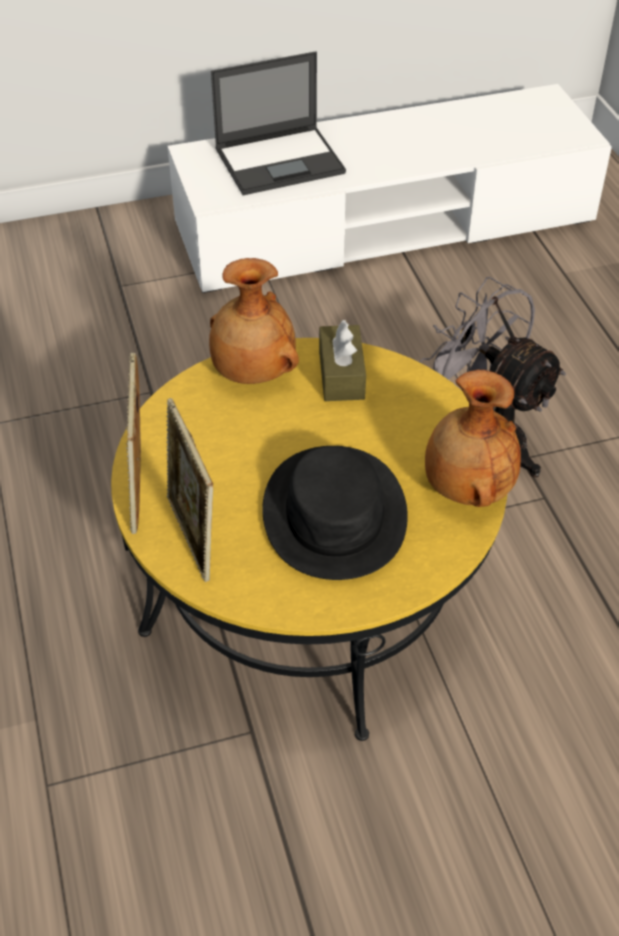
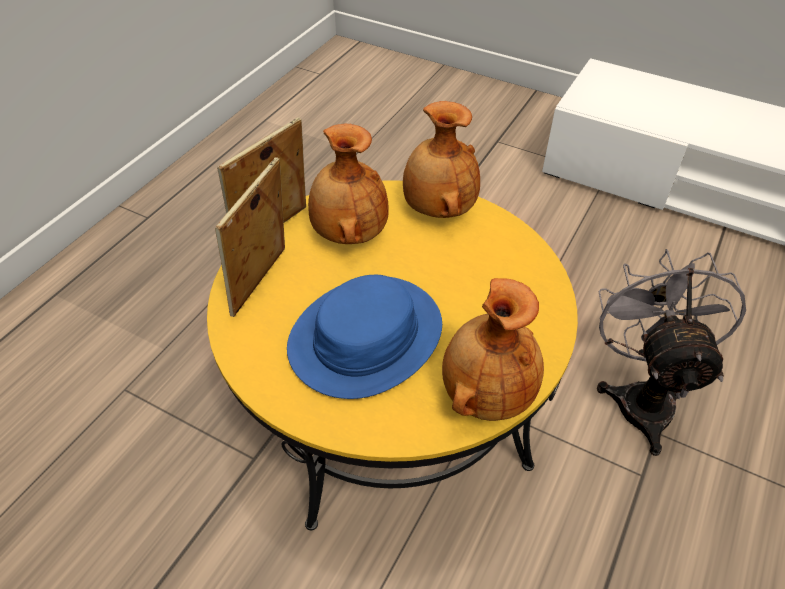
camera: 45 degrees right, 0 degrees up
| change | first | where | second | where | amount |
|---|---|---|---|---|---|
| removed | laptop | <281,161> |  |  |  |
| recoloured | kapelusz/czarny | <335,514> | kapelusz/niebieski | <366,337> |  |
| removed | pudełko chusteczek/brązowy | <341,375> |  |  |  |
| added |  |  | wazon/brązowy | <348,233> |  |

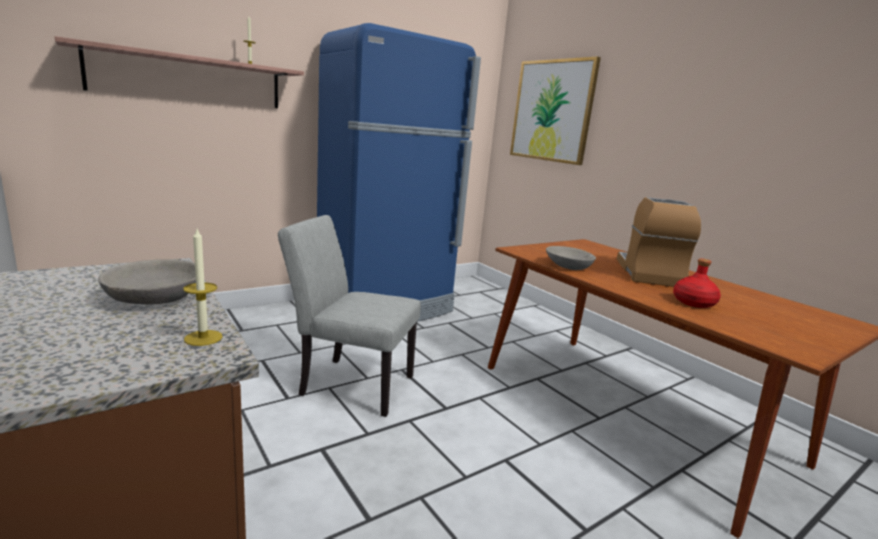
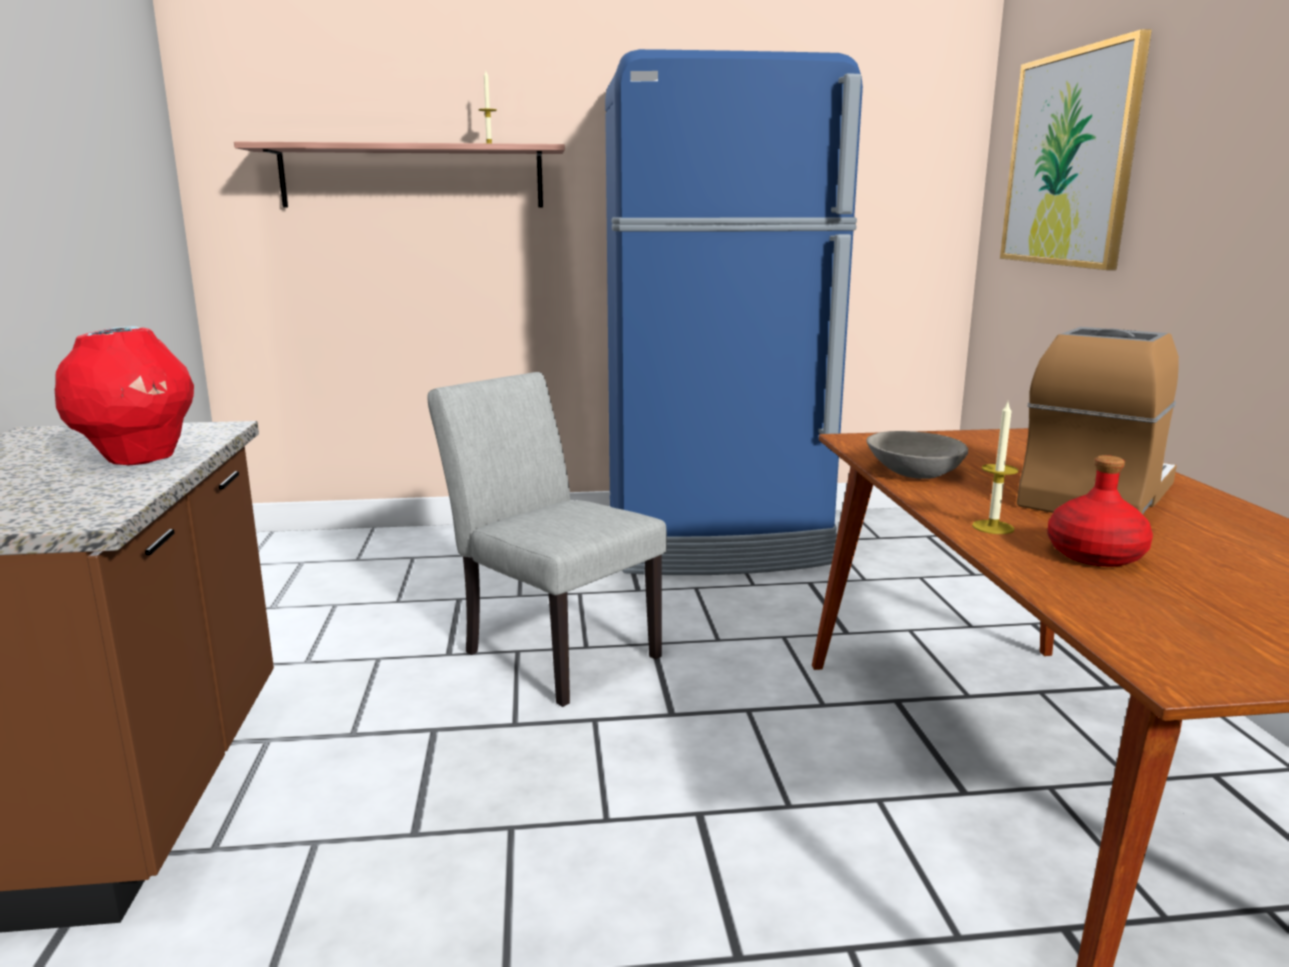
camera: 30 degrees right, 0 degrees up
| change | first | where | second | where | amount |
|---|---|---|---|---|---|
| replaced | miska/szary | <155,297> | wazon/czerwony | <138,459> |  |
| moved | świeca | <203,338> |  | <993,527> |  |

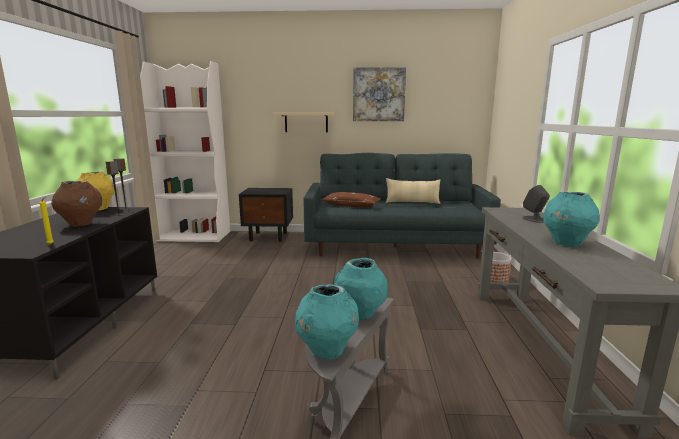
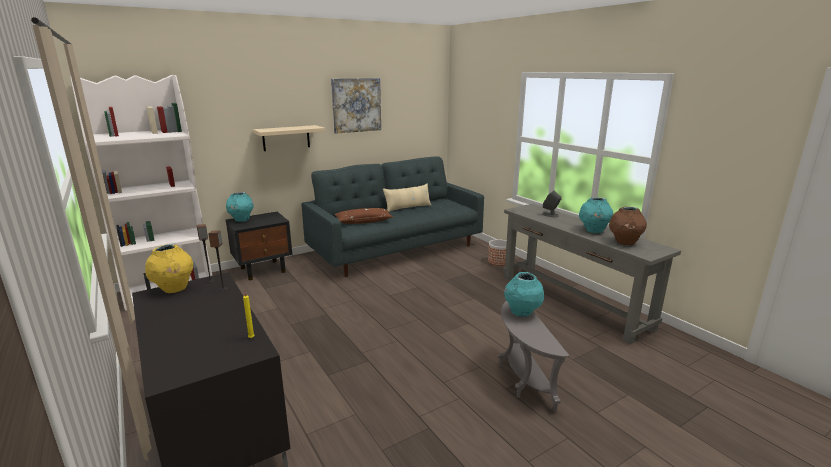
camera: 35 degrees left, 5 degrees up
| change | first | where | second | where | amount |
|---|---|---|---|---|---|
| moved | wazon/brązowy | <81,224> |  | <624,242> |  |
| moved | wazon/turkusowy | <326,351> |  | <241,220> |  |

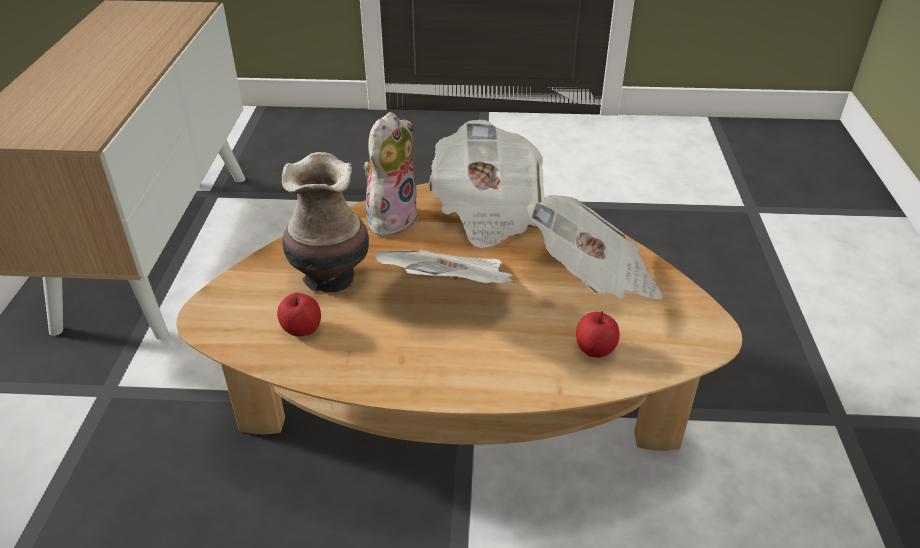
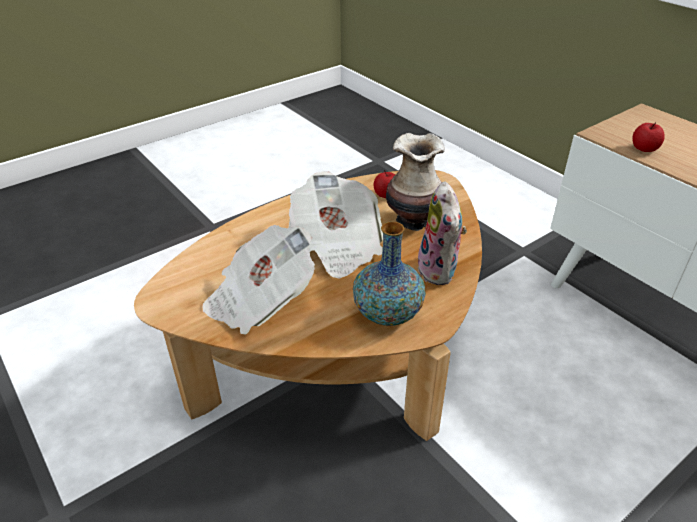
camera: 140 degrees right, 0 degrees up
| change | first | where | second | where | amount |
|---|---|---|---|---|---|
| replaced | gazeta | <487,211> | wazon | <387,313> |  |
| moved | jabłko | <595,349> |  | <644,149> |  |

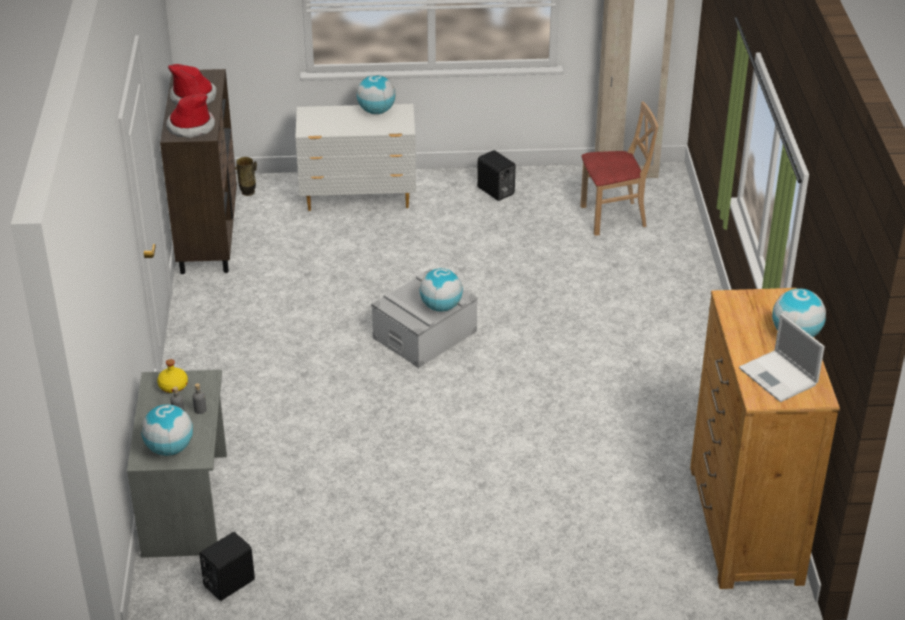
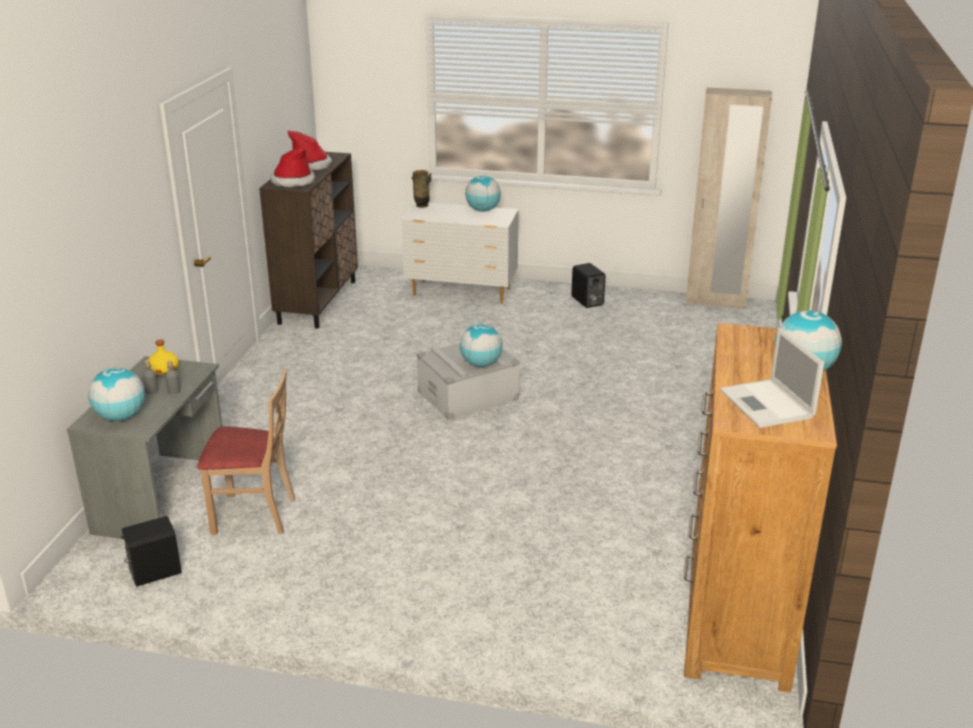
camera: 15 degrees right, 10 degrees down
| change | first | where | second | where | amount |
|---|---|---|---|---|---|
| moved | wazon | <248,192> |  | <422,206> |  |
| moved | krzesło/beżowy | <613,217> |  | <254,515> |  |

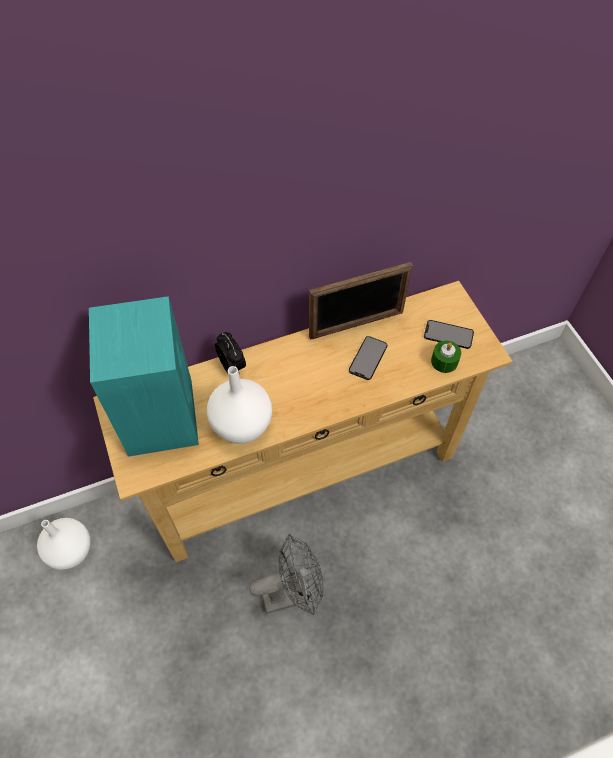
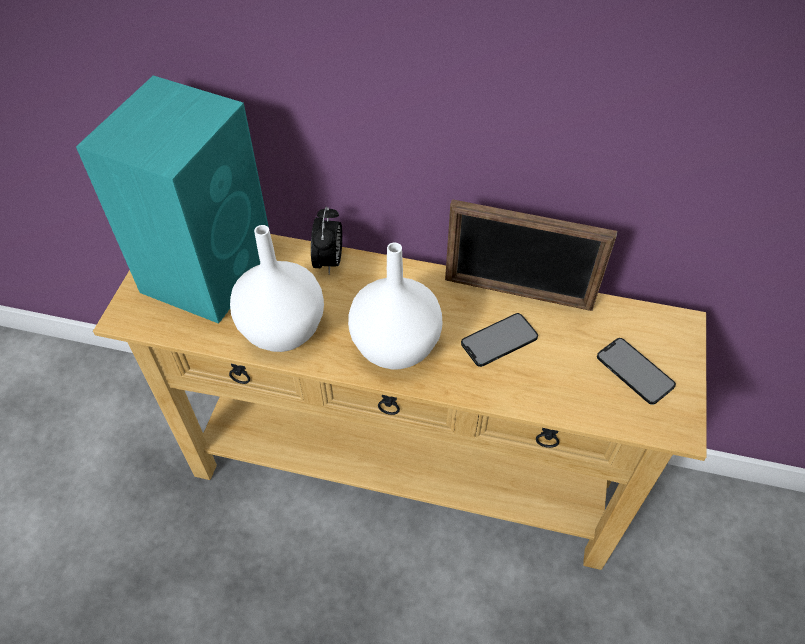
camera: 35 degrees right, 5 degrees down
| change | first | where | second | where | amount |
|---|---|---|---|---|---|
| moved | wazon/biały | <72,551> |  | <396,348> |  |
| removed | wentylator/szary | <292,592> |  |  |  |
| removed | świeca/zielony | <444,361> |  |  |  |

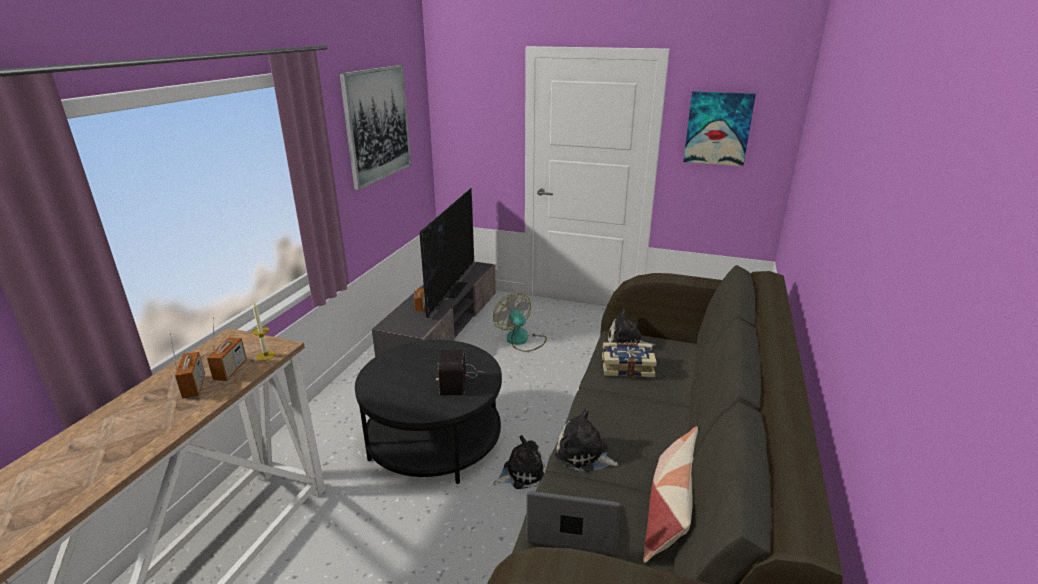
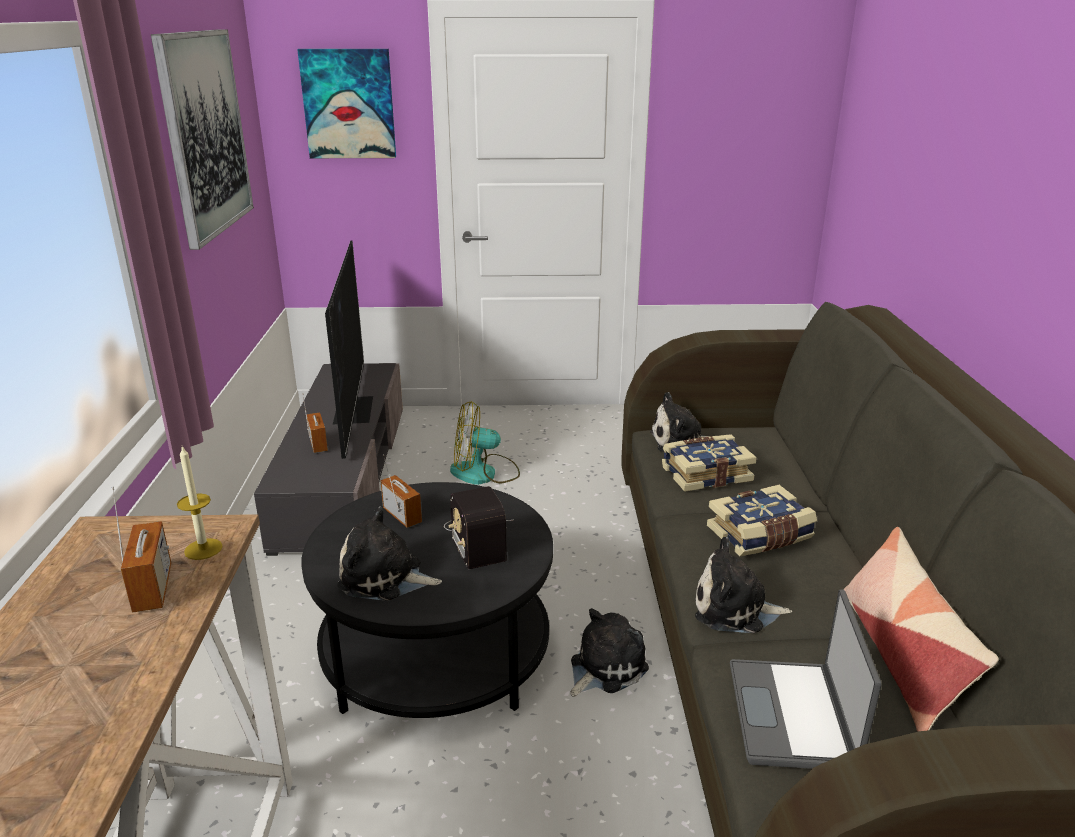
camera: 20 degrees left, 0 degrees up
| change | first | where | second | where | amount |
|---|---|---|---|---|---|
| moved | radio | <194,386> |  | <402,516> |  |
| turned | wentylator | <521,340> |  | <484,473> | 45 degrees counterclockwise |
| turned | laptop | <572,527> |  | <794,715> | 75 degrees counterclockwise |
| moved | obraz | <718,128> |  | <349,104> |  |
| added |  |  | pluszak | <385,578> |  |
| added |  |  | książka | <760,535> |  |

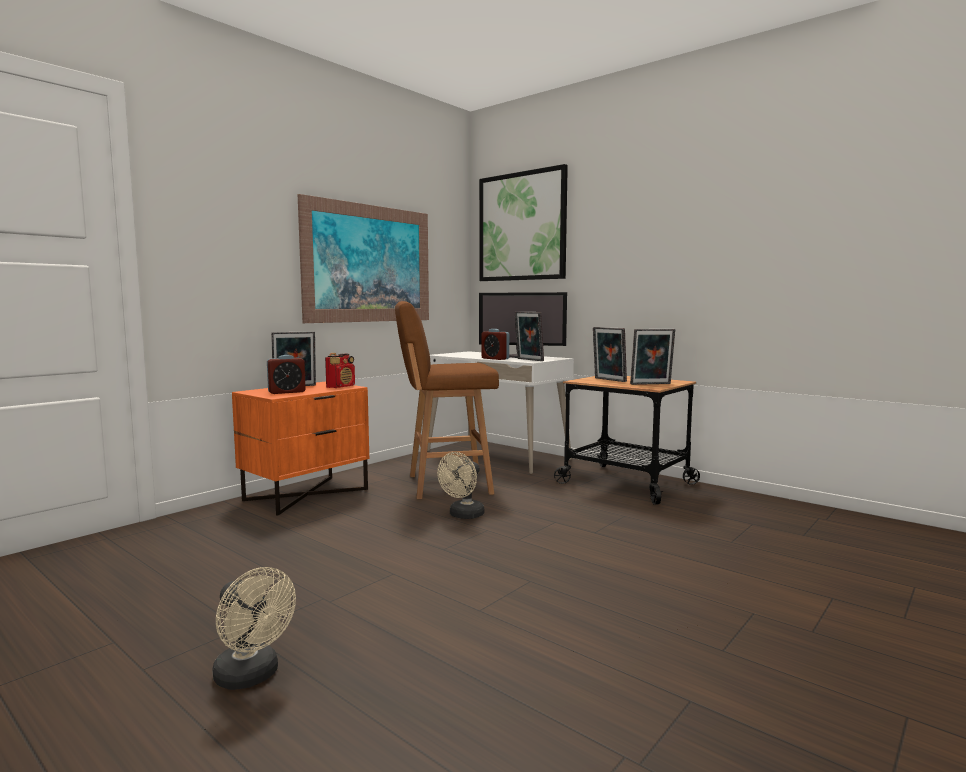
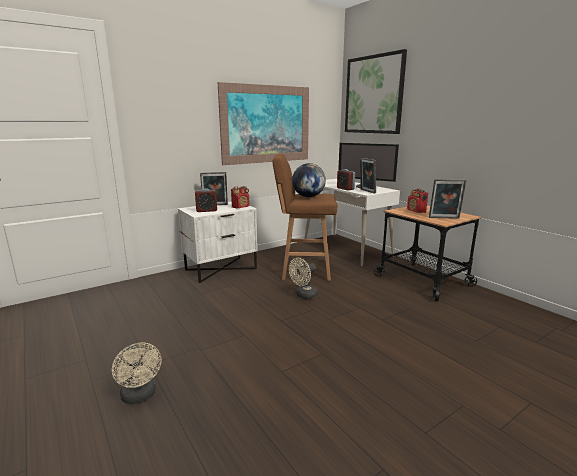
camera: 15 degrees right, 10 degrees up
| change | first | where | second | where | amount |
|---|---|---|---|---|---|
| recoloured | szafka nocna/pomarańczowy | <306,494> | szafka nocna/biały | <221,269> |  |
| replaced | ramka na zdjęcie | <608,380> | radio | <416,211> |  |
| added |  |  | globus | <308,196> |  |

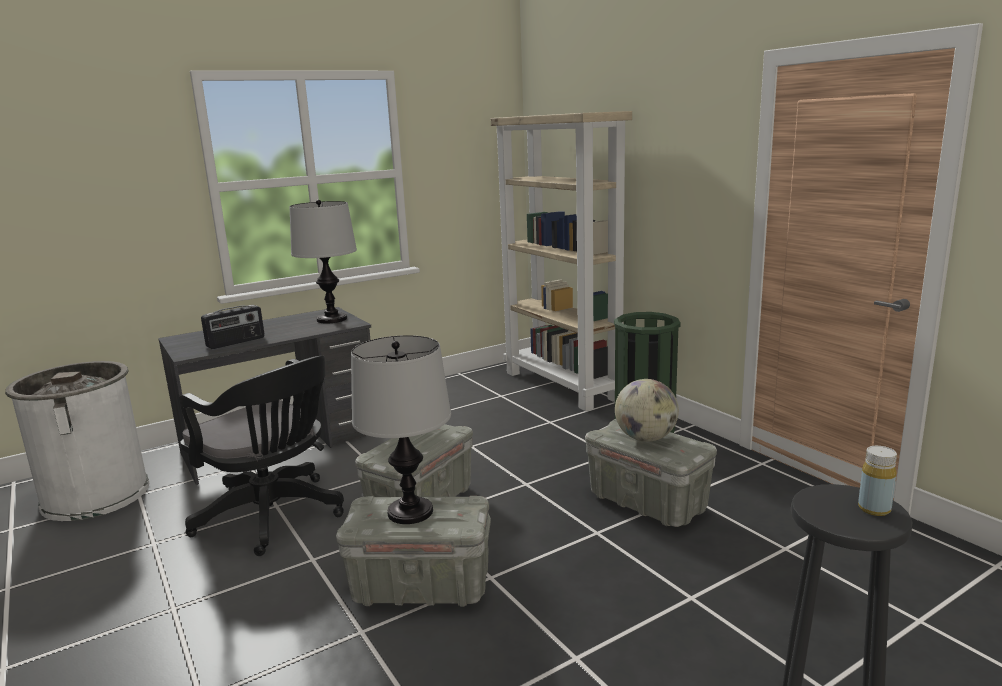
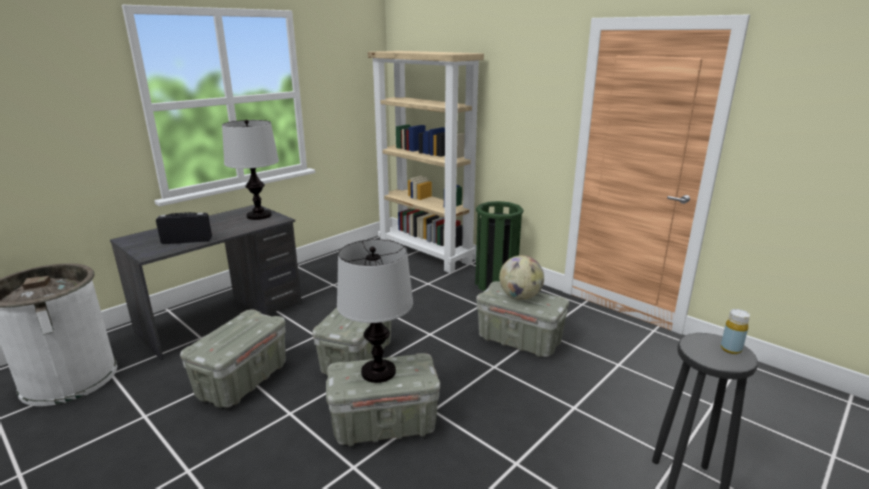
camera: 15 degrees left, 5 degrees up
| change | first | where | second | where | amount |
|---|---|---|---|---|---|
| replaced | krzesło biurowe/czarny | <274,517> | pojemnik do przechowywania/szary | <243,381> |  |
| turned | radio | <236,342> |  | <187,241> | 135 degrees counterclockwise |

